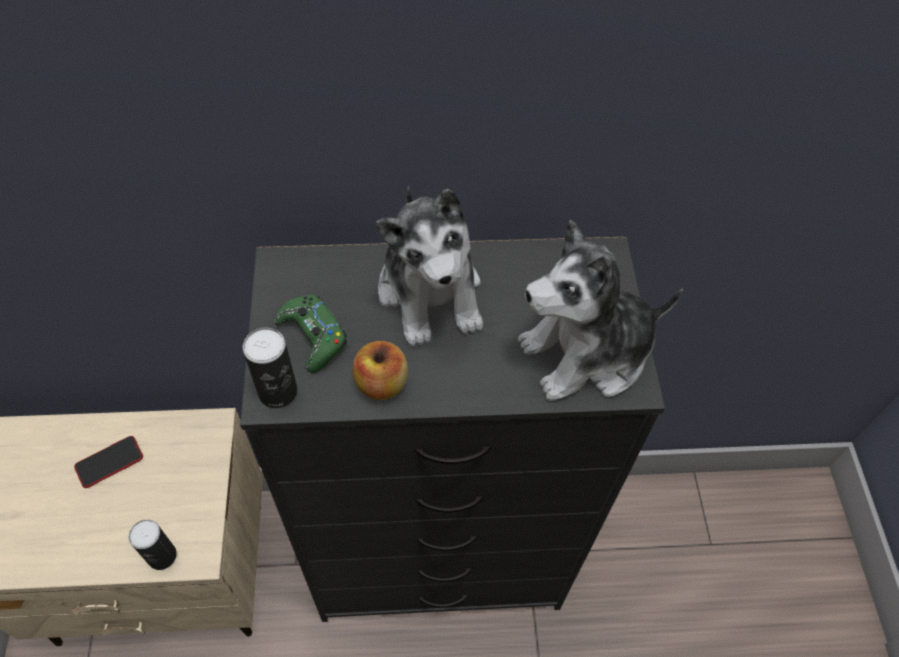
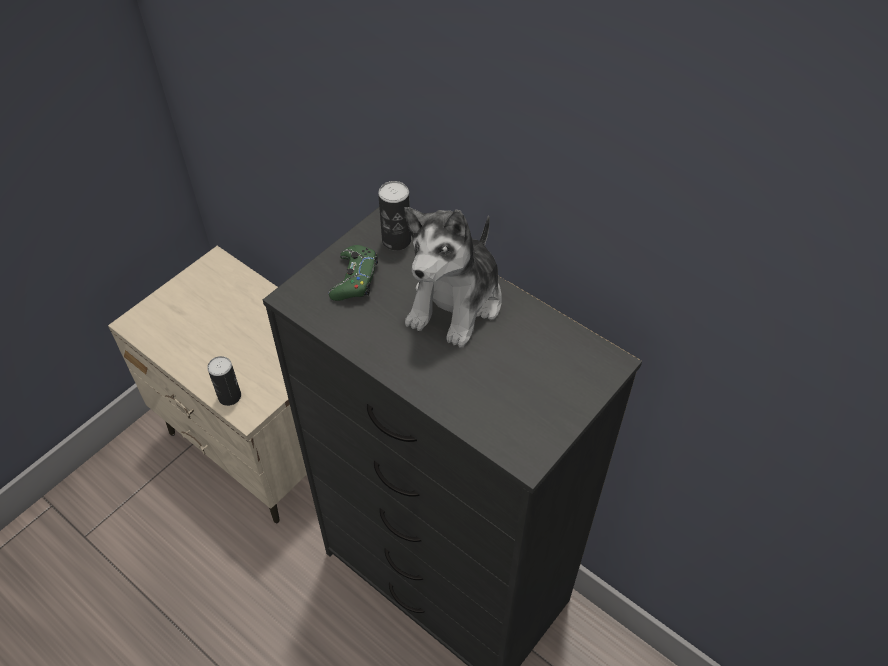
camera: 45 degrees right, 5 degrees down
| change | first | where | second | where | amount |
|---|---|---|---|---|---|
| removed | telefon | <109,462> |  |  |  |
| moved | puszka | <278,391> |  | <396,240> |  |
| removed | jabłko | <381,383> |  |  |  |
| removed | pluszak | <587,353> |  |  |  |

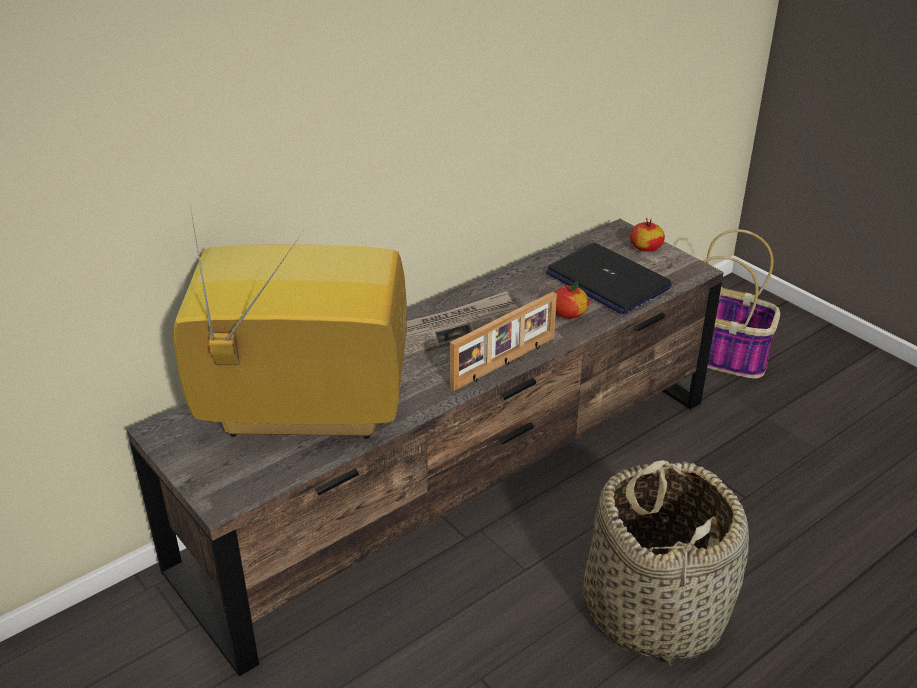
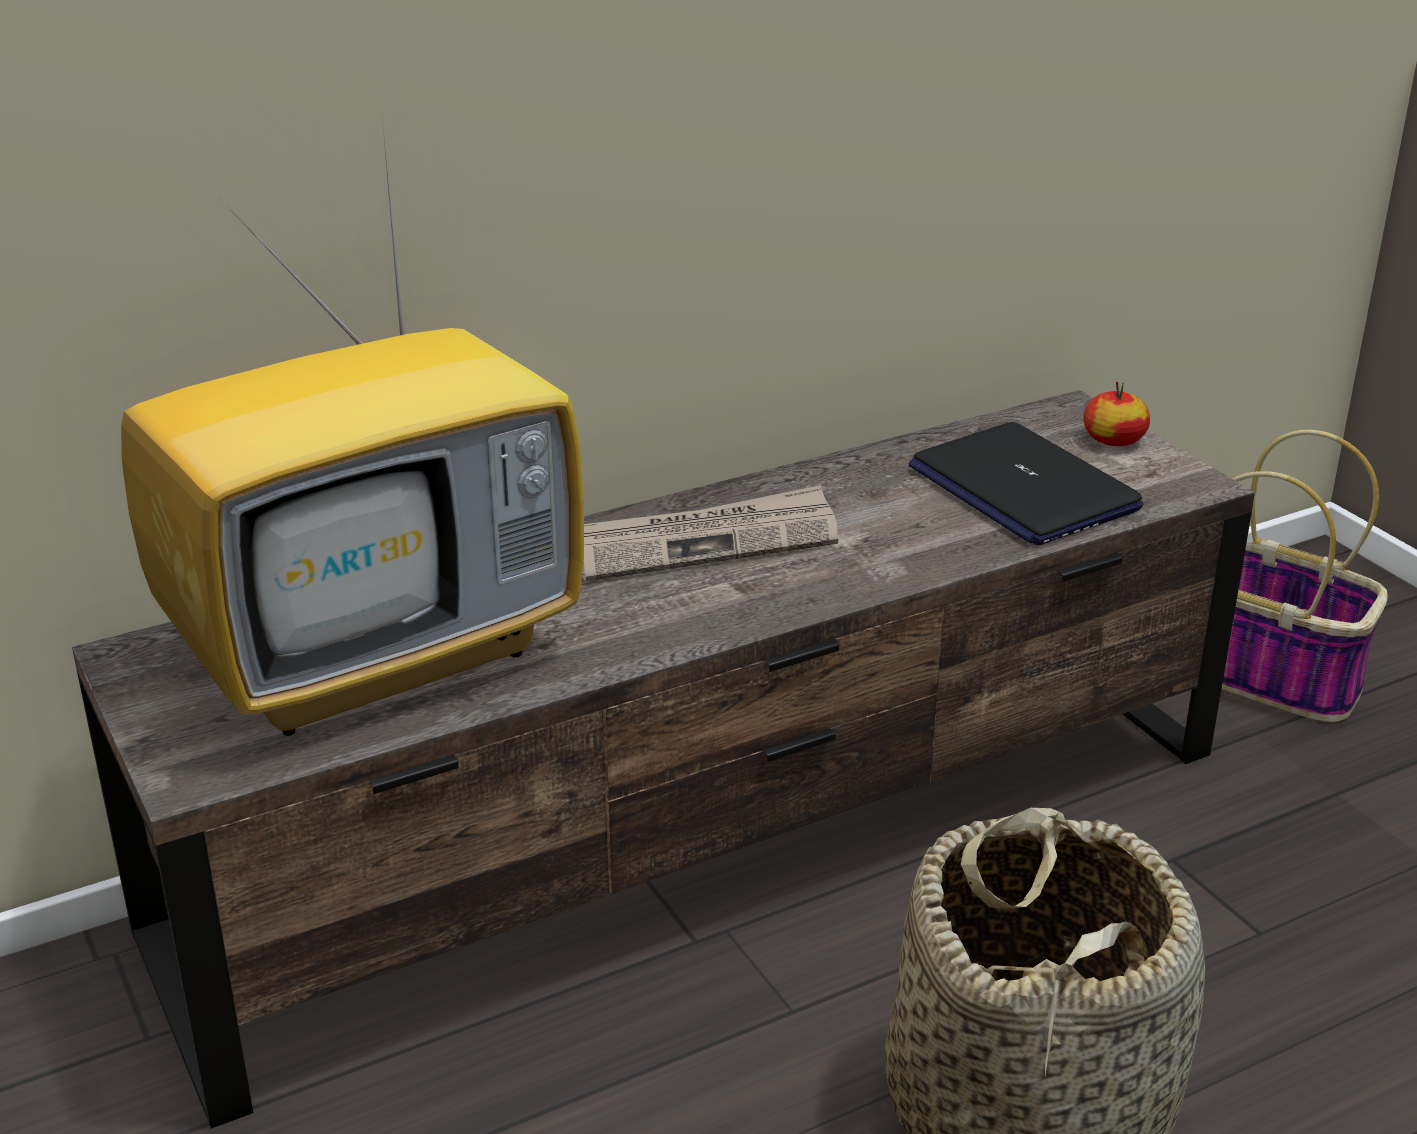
camera: 10 degrees right, 5 degrees down
| change | first | where | second | where | amount |
|---|---|---|---|---|---|
| turned | telewizor | <300,414> |  | <380,653> | 135 degrees clockwise |
| removed | ramka na zdjęcie | <505,363> |  |  |  |
| removed | jabłko | <568,313> |  |  |  |

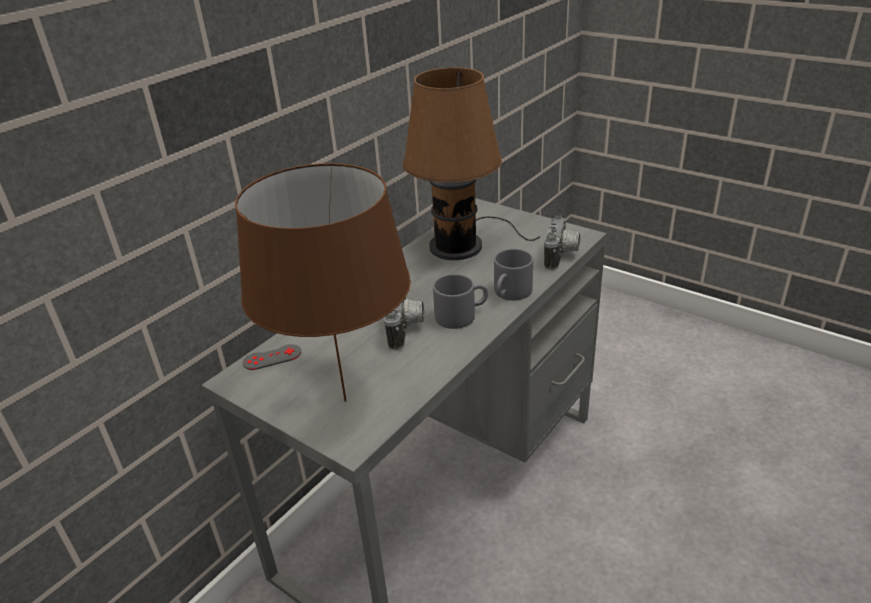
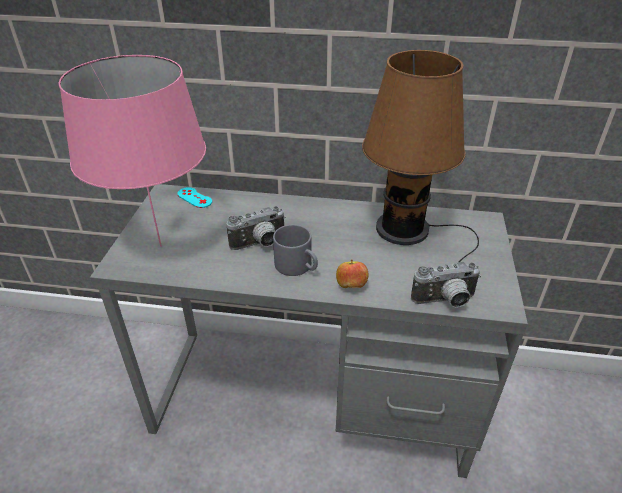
camera: 60 degrees right, 5 degrees up
| change | first | where | second | where | amount |
|---|---|---|---|---|---|
| recoloured | lampa stołowa/brązowy | <344,400> | lampa stołowa/różowy | <161,246> |  |
| recoloured | pad do gier/szary | <272,357> | pad do gier/turkusowy | <194,198> |  |
| replaced | kubek/szary | <510,293> | jabłko | <351,286> |  |

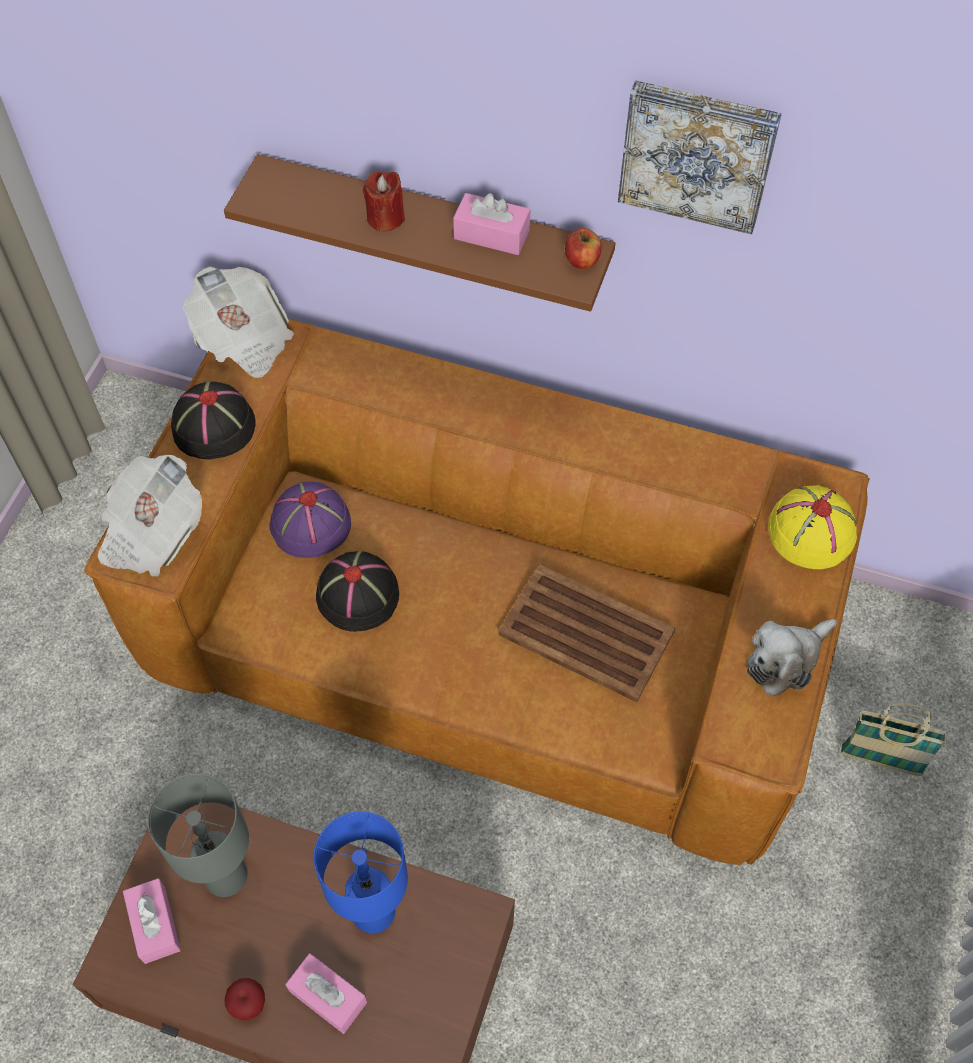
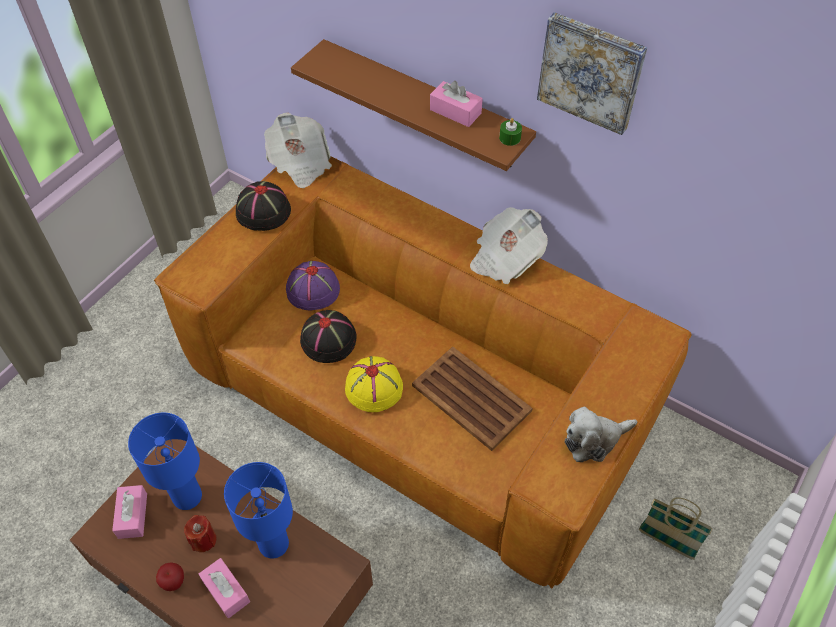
camera: 15 degrees right, 5 degrees down
| change | first | where | second | where | amount |
|---|---|---|---|---|---|
| moved | gazeta | <151,533> |  | <505,258> |  |
| recoloured | lampa stołowa/szary | <226,877> | lampa stołowa/niebieski | <187,497> |  |
| moved | świeca/czerwony | <385,218> |  | <203,540> |  |
| replaced | jabłko | <582,260> | świeca/zielony | <510,138> |  |
| moved | kapelusz/żółty | <810,531> |  | <374,386> |  |

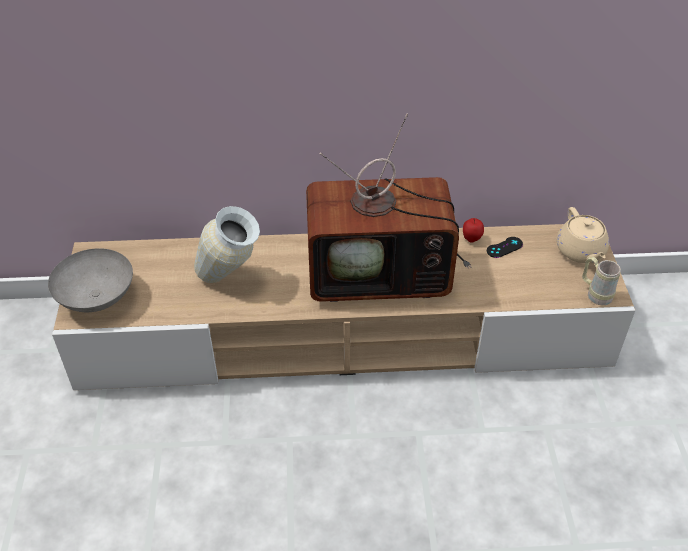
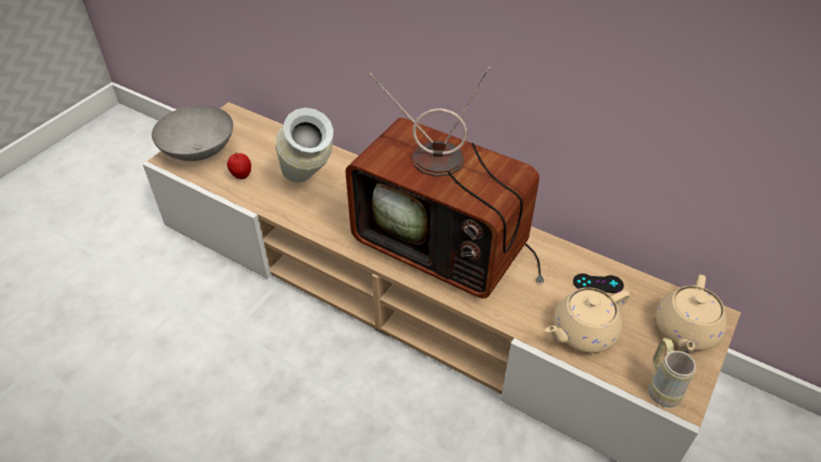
camera: 35 degrees right, 0 degrees up
| change | first | where | second | where | amount |
|---|---|---|---|---|---|
| moved | jabłko | <471,239> |  | <242,176> |  |
| added |  |  | imbryk/beżowy | <582,332> |  |

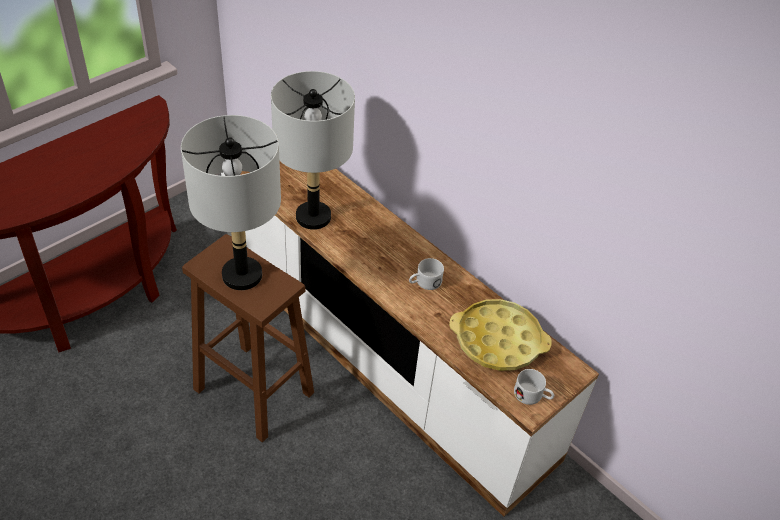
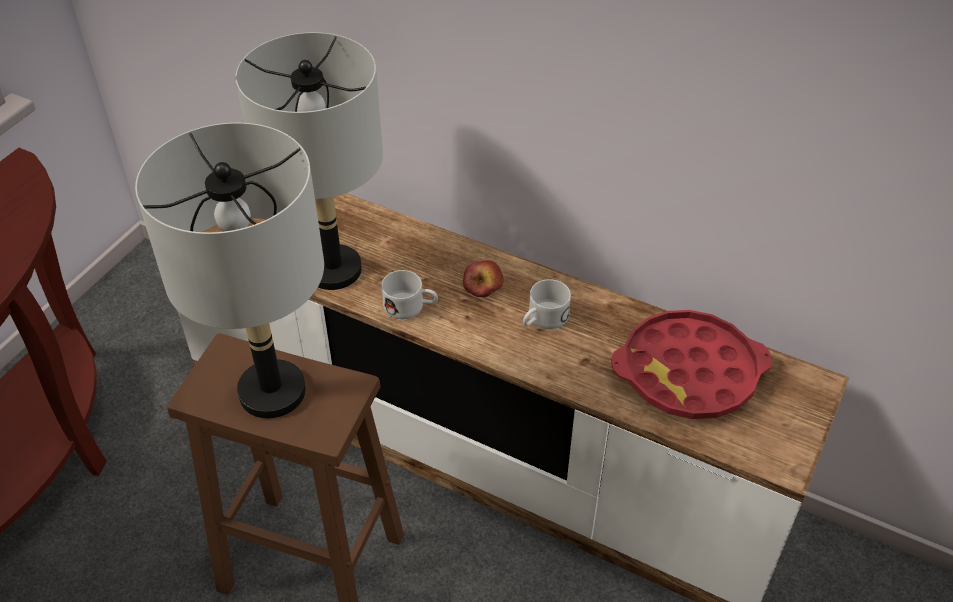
camera: 15 degrees left, 0 degrees up
| change | first | where | second | where | amount |
|---|---|---|---|---|---|
| recoloured | taca/żółty | <498,340> | taca/czerwony | <688,373> |  |
| moved | kubek/biały | <532,396> |  | <410,307> |  |
| added |  |  | jabłko | <483,286> |  |

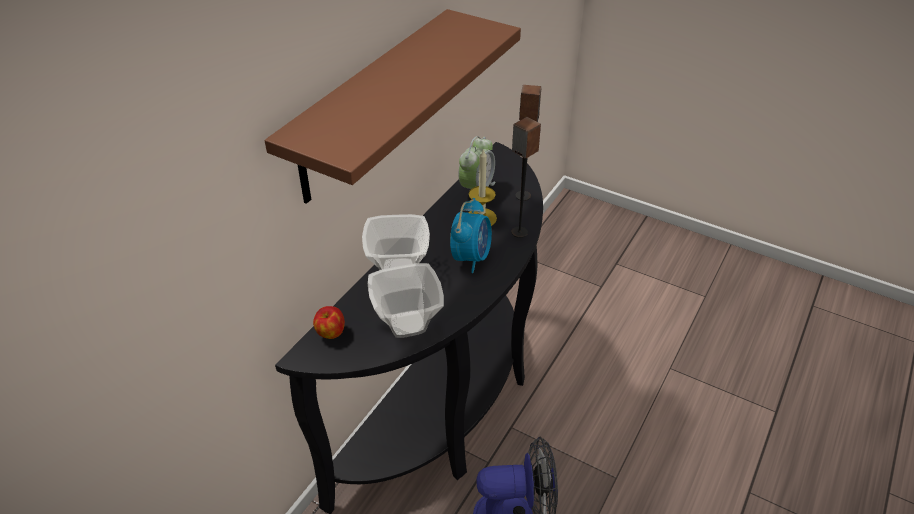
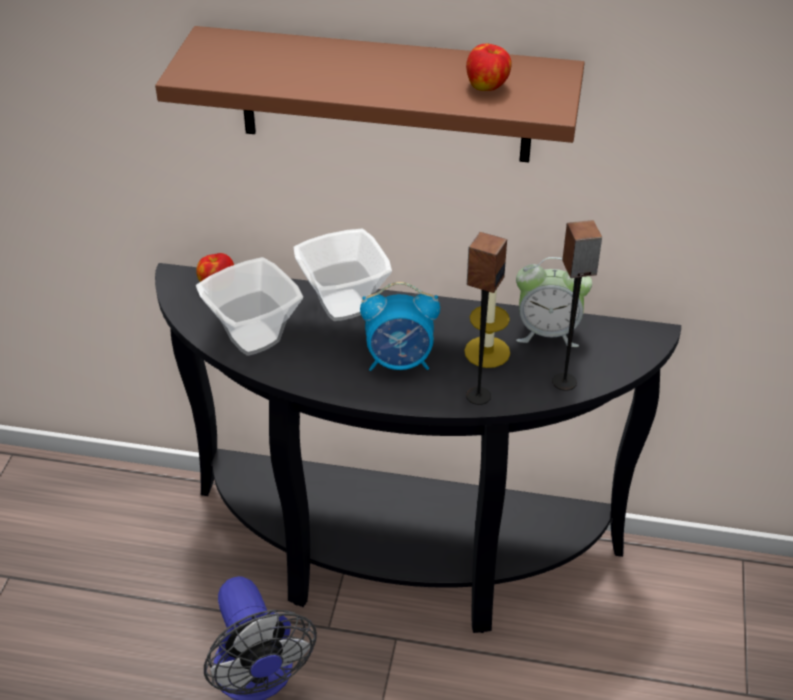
camera: 70 degrees right, 0 degrees up
| change | first | where | second | where | amount |
|---|---|---|---|---|---|
| added |  |  | jabłko | <487,86> |  |

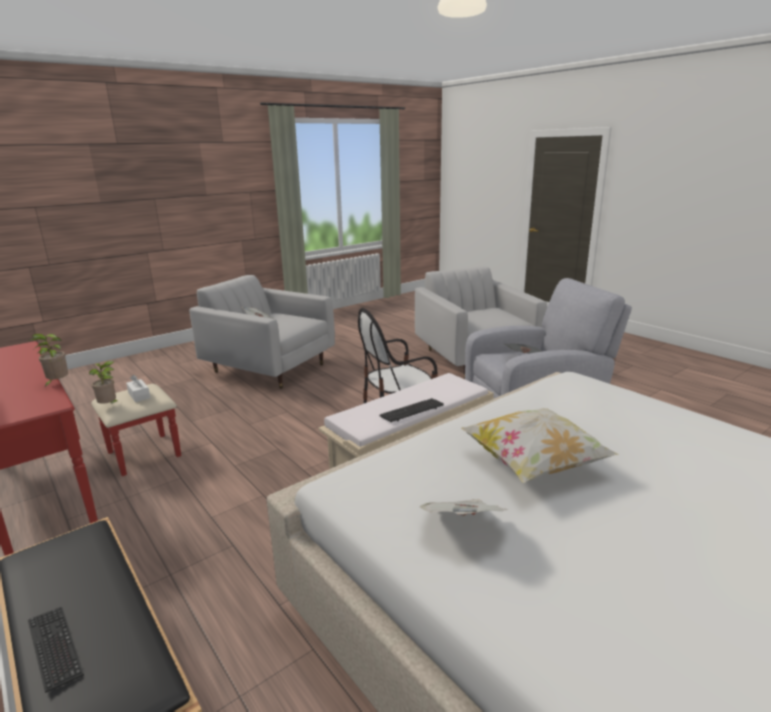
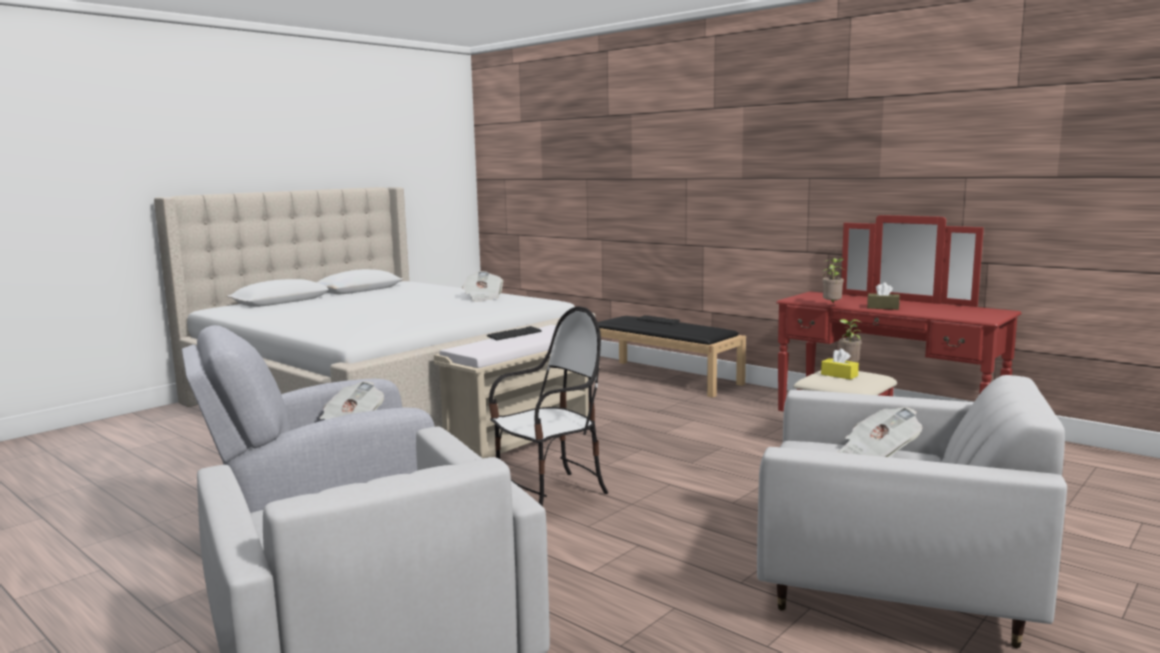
camera: 170 degrees right, 10 degrees down
| change | first | where | second | where | amount |
|---|---|---|---|---|---|
| recoloured | pudełko chusteczek/biały | <139,395> | pudełko chusteczek/żółty | <839,375> |  |
| removed | poduszka | <533,465> |  |  |  |
| added |  |  | pudełko chusteczek/brązowy | <883,307> |  |

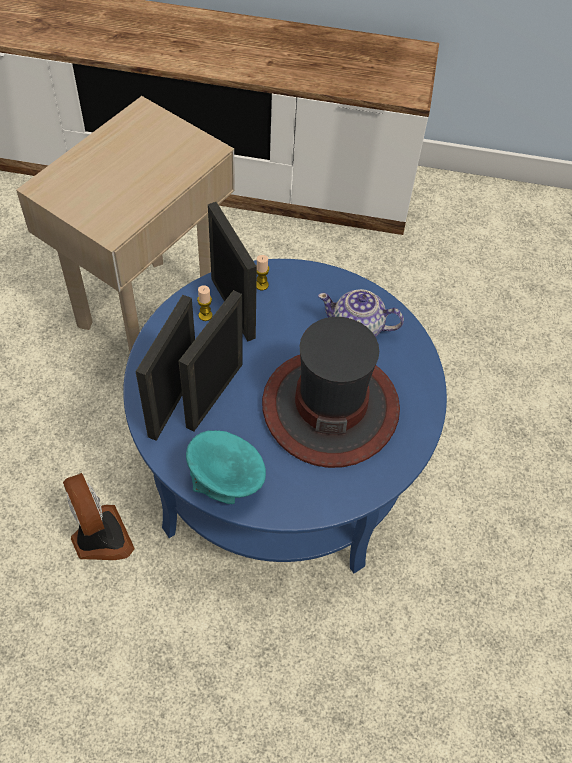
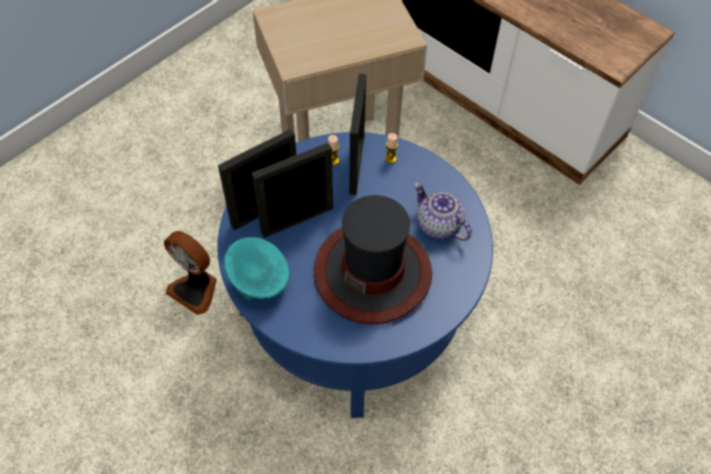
camera: 35 degrees right, 0 degrees up
| change | first | where | second | where | amount |
|---|---|---|---|---|---|
| turned | wentylator | <99,537> |  | <196,289> | 120 degrees clockwise |

